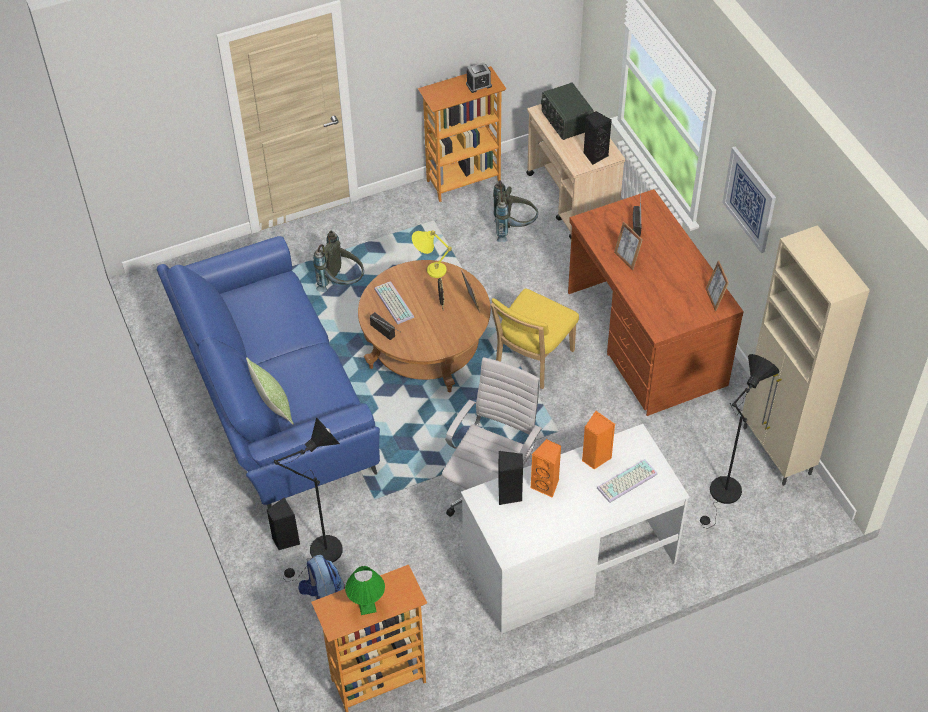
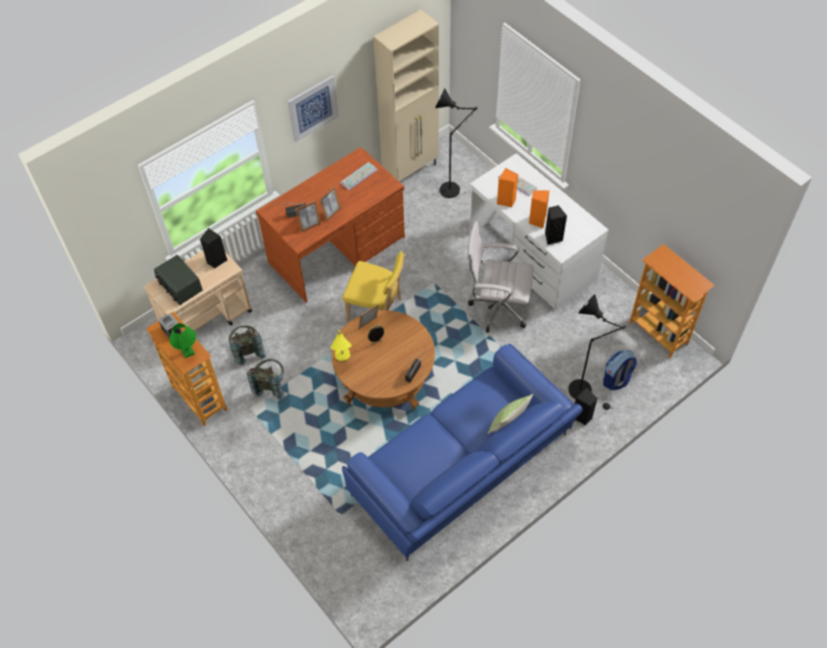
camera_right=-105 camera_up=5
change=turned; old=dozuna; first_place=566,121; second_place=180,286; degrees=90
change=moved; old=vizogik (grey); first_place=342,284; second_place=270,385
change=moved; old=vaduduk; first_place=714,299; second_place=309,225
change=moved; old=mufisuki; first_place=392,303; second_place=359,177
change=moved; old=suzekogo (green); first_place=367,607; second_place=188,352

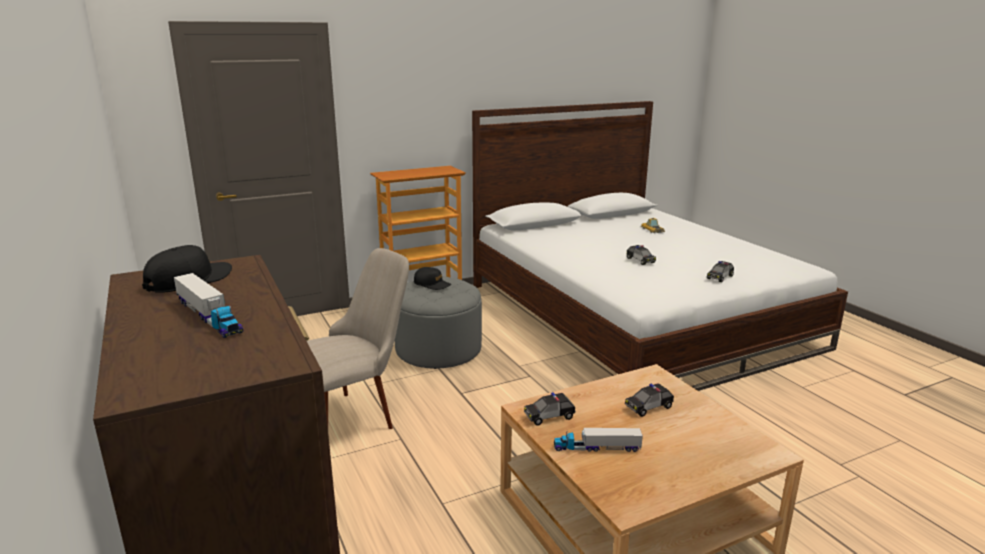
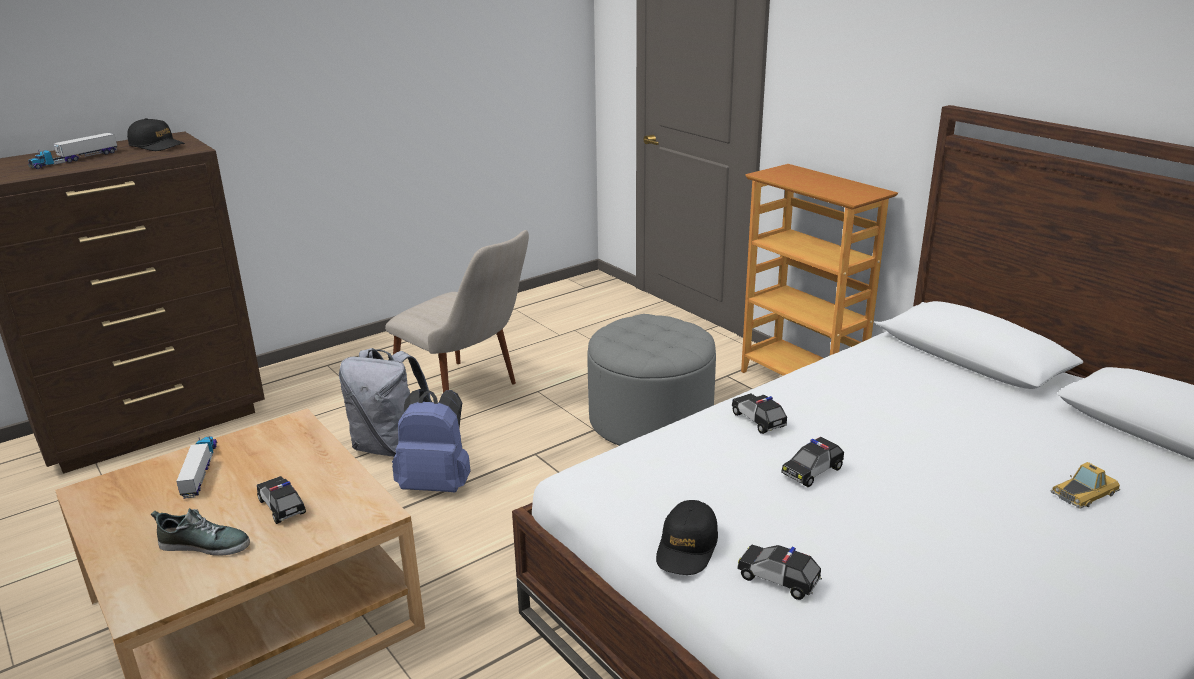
camera_right=80 camera_up=5
change=moved; old=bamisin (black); first_place=432,284; second_place=687,547
change=moved; old=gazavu; first_place=549,416; second_place=758,420
change=added; new=vizogik (grey); second_place=390,447
change=added; new=vizogik (blue); second_place=437,484
change=added; new=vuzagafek; second_place=205,544

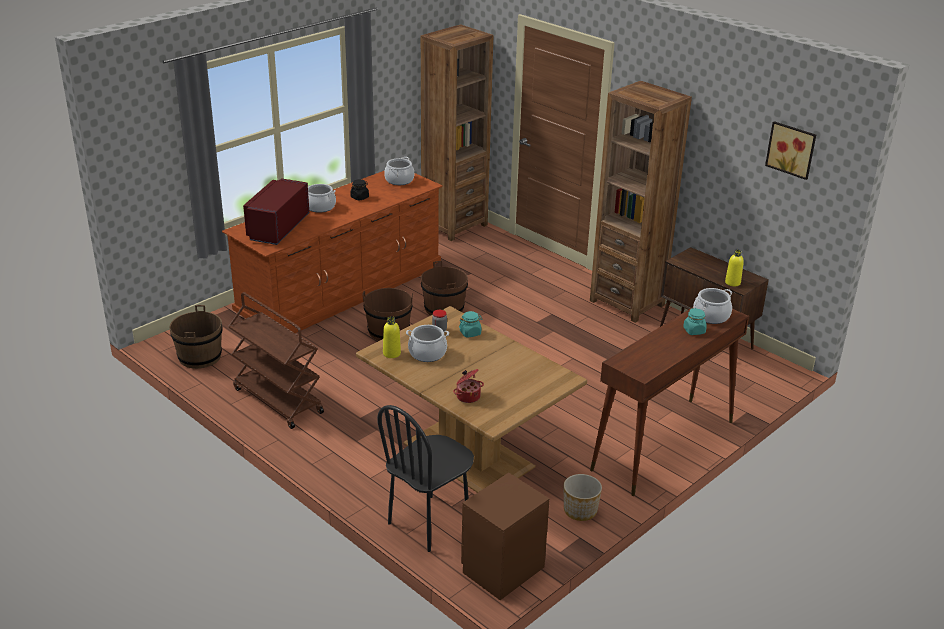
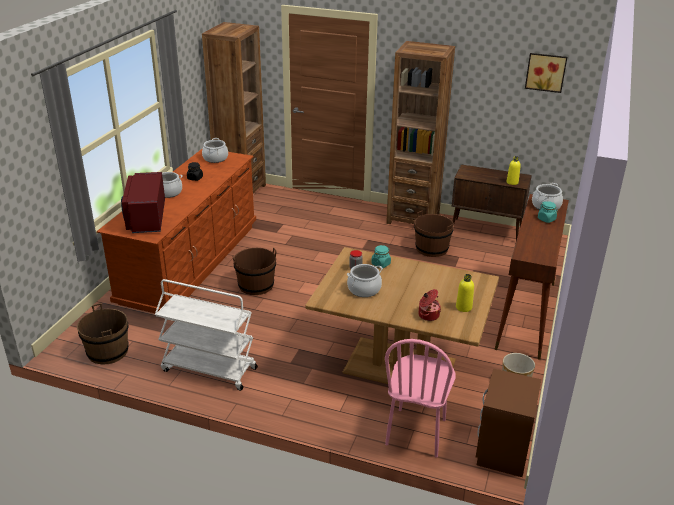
camera_right=-25 camera_up=0
change=moved; old=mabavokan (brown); first_place=444,308; second_place=431,248
change=recoloured; old=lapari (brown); new=lapari (white); first_place=277,400; second_place=208,369
change=moved; old=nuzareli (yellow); first_place=391,353; second_place=463,307
change=recoloured; old=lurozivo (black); new=lurozivo (pink); first_place=429,522; second_place=416,432

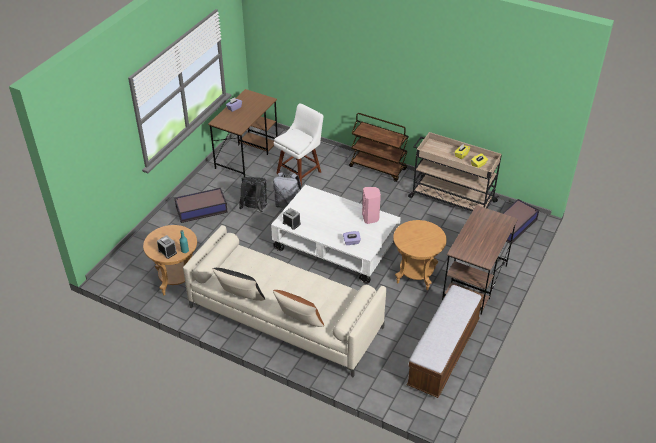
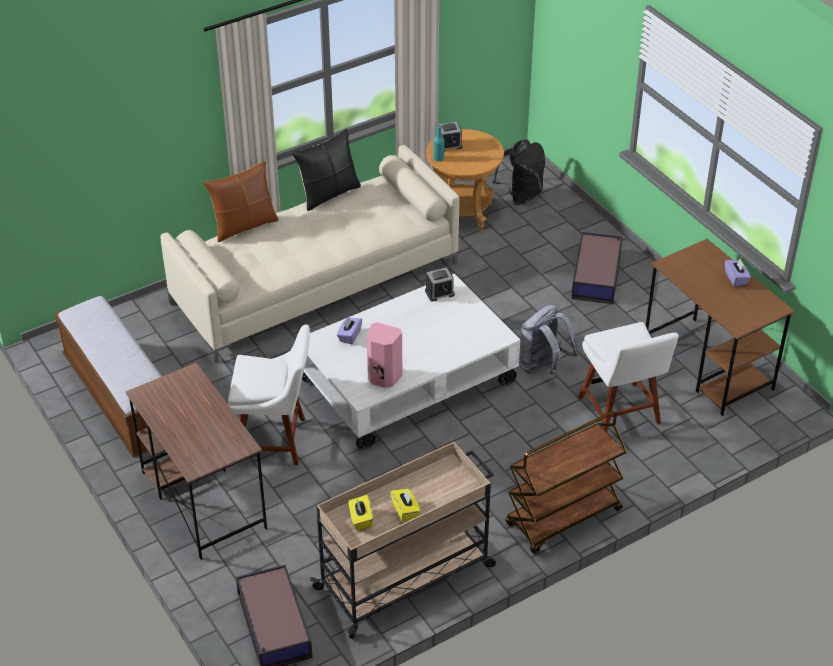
camera_right=120 camera_up=0
change=moved; old=vizogik (black); first_place=254,208; second_place=521,195
change=replaced; old=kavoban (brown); new=lurozivo (white); first_place=416,275; second_place=275,440

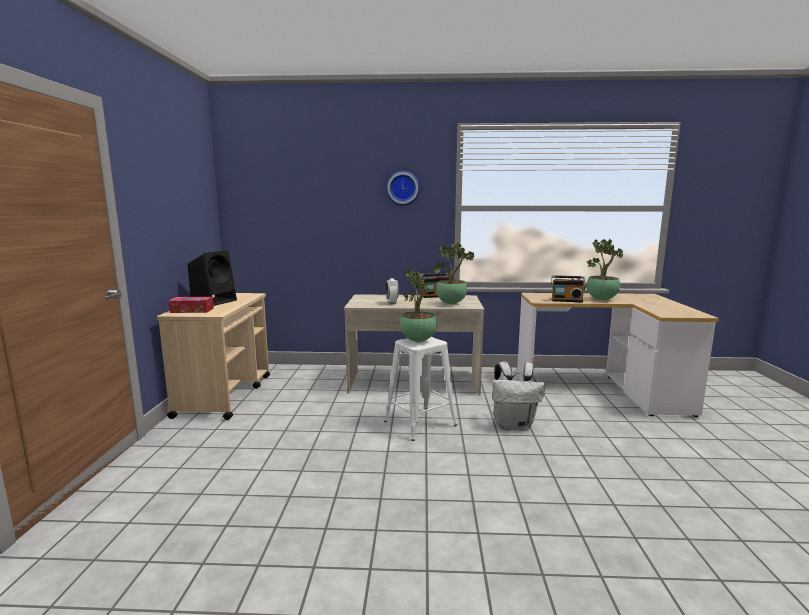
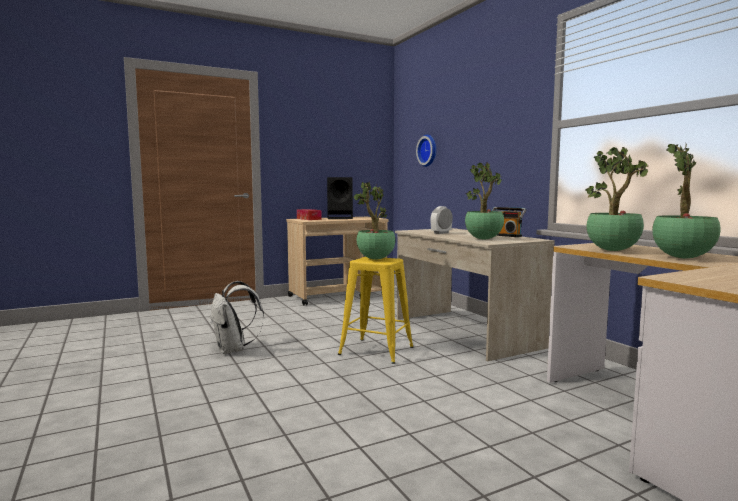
camera_right=60 camera_up=-5
change=moved; old=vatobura; first_place=403,188; second_place=428,150
change=replaced; old=dozuna; new=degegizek; first_place=566,300; second_place=614,251
change=recoloured; old=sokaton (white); new=sokaton (yellow); first_place=420,423; second_place=376,351
change=moved; old=vizogik (white); first_place=514,425; second_place=233,350

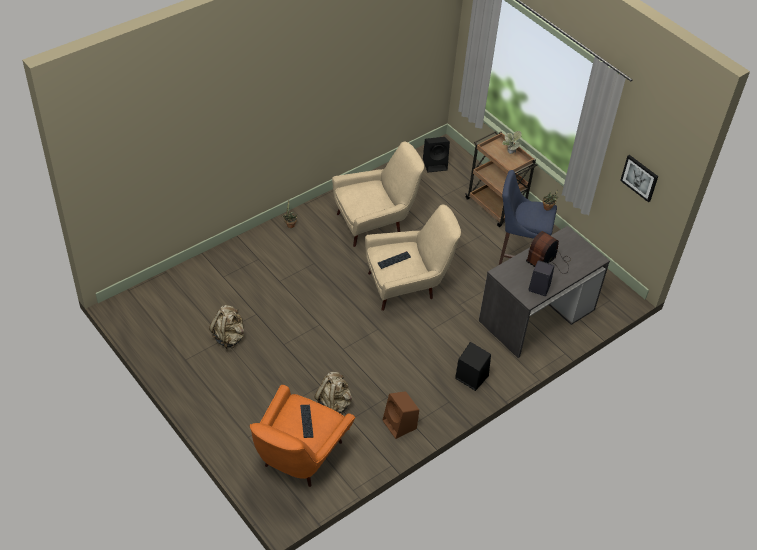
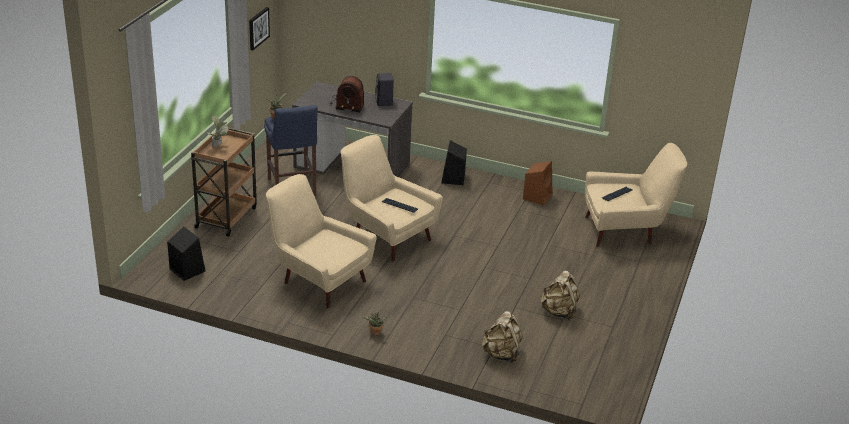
camera_right=-120 camera_up=-15
change=moved; old=vizogik (beige); first_place=334,404; second_place=501,354
change=recoloured; old=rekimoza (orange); new=rekimoza (beige); first_place=298,459; second_place=625,231

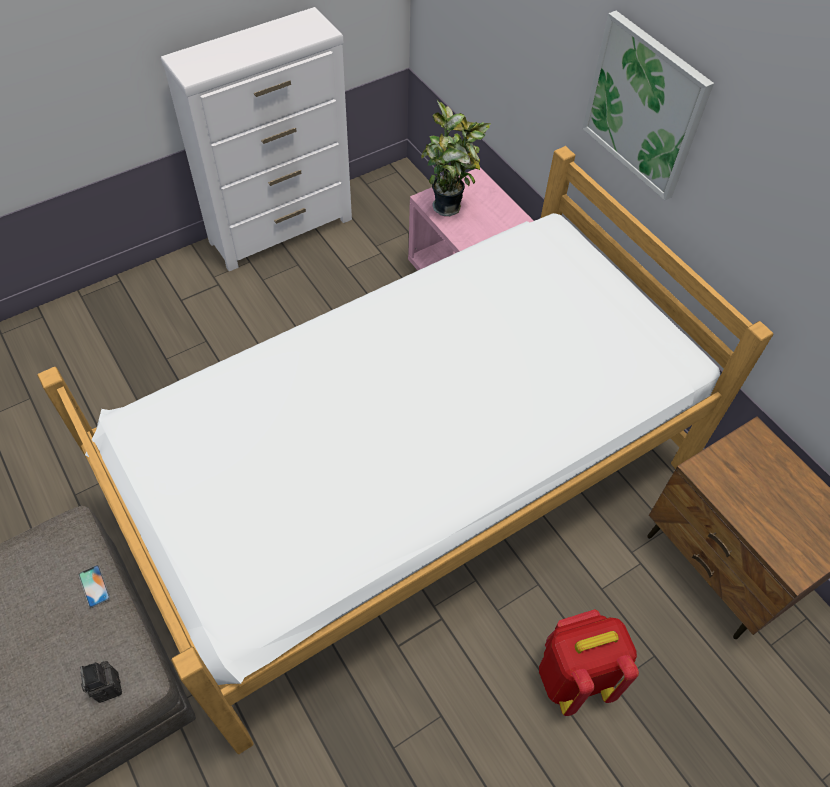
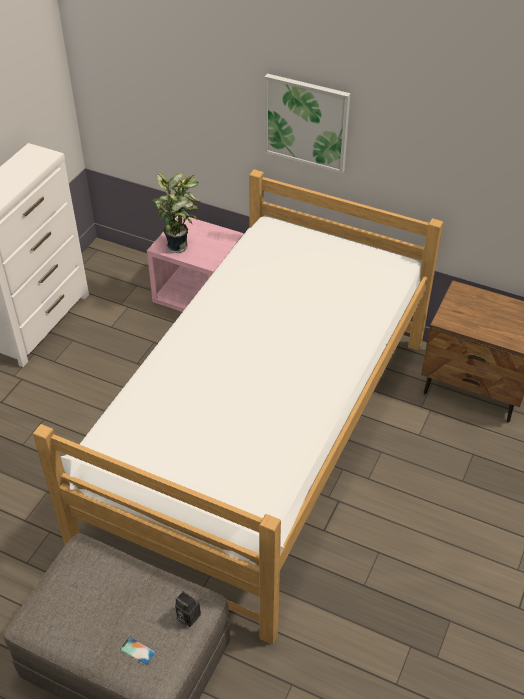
camera_right=-30 camera_up=-10
change=moved; old=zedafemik; first_place=94,586; second_place=138,651
change=removed; old=vizogik (red); first_place=574,676

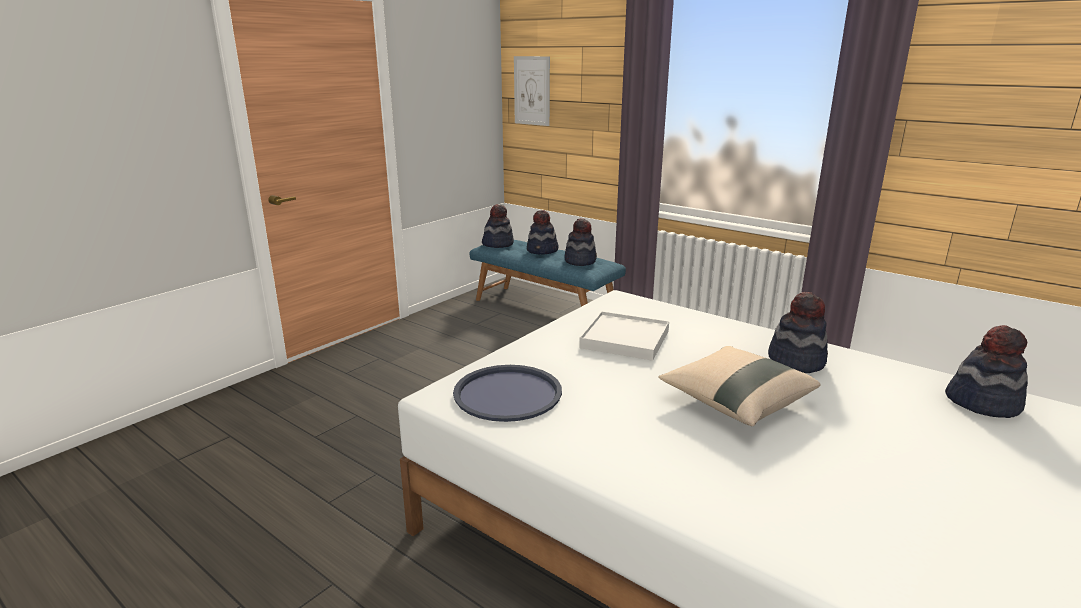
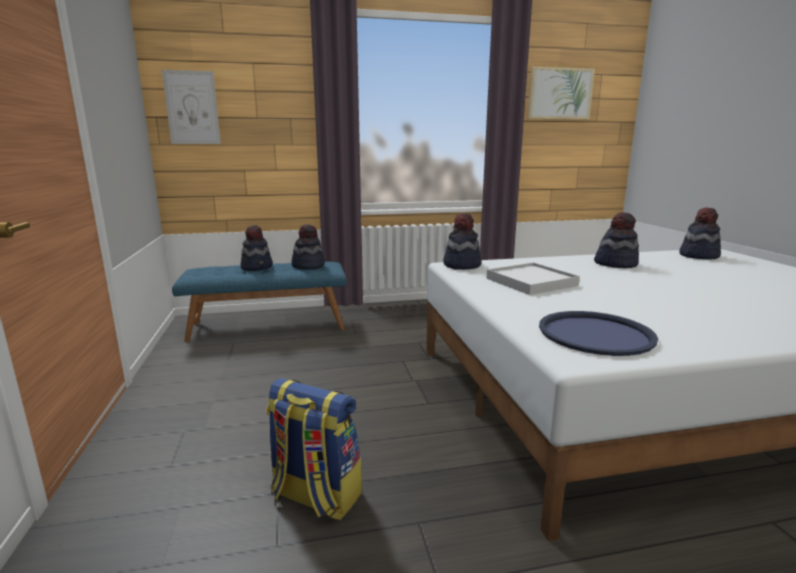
camera_right=-50 camera_up=-5
change=moved; old=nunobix; first_place=498,244; second_place=461,265
change=removed; old=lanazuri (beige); first_place=735,402
change=added; new=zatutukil; second_place=559,94
change=added; new=vizogik; second_place=315,496

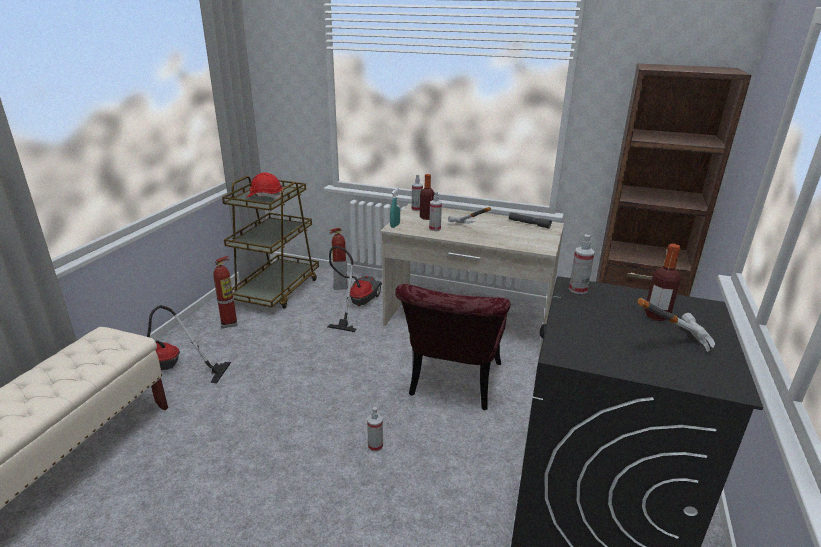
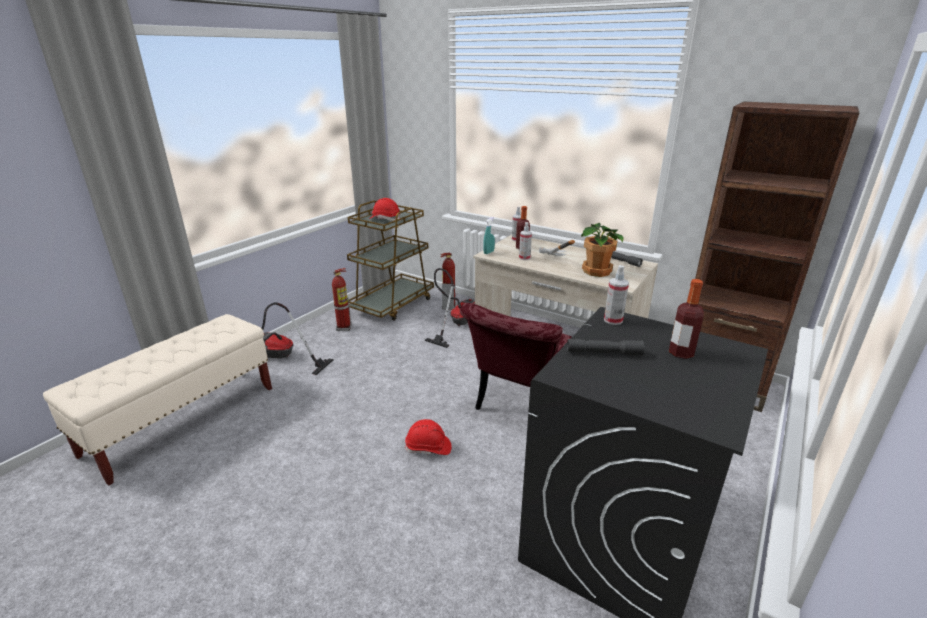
camera_right=15 camera_up=0
change=removed; old=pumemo; first_place=665,340
change=replaced; old=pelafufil; new=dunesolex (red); first_place=375,446; second_place=428,448
change=added; new=degegizek; second_place=598,271
change=added; new=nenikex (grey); second_place=604,353

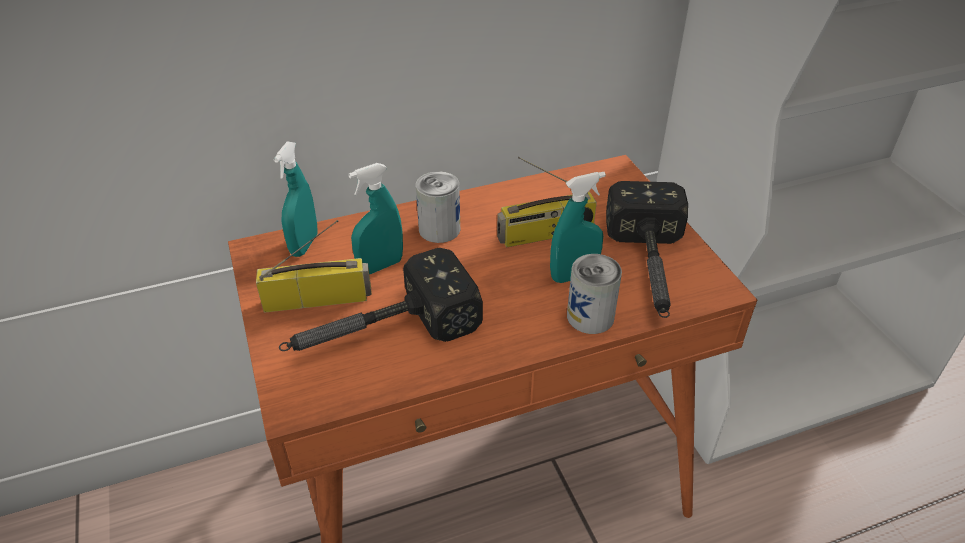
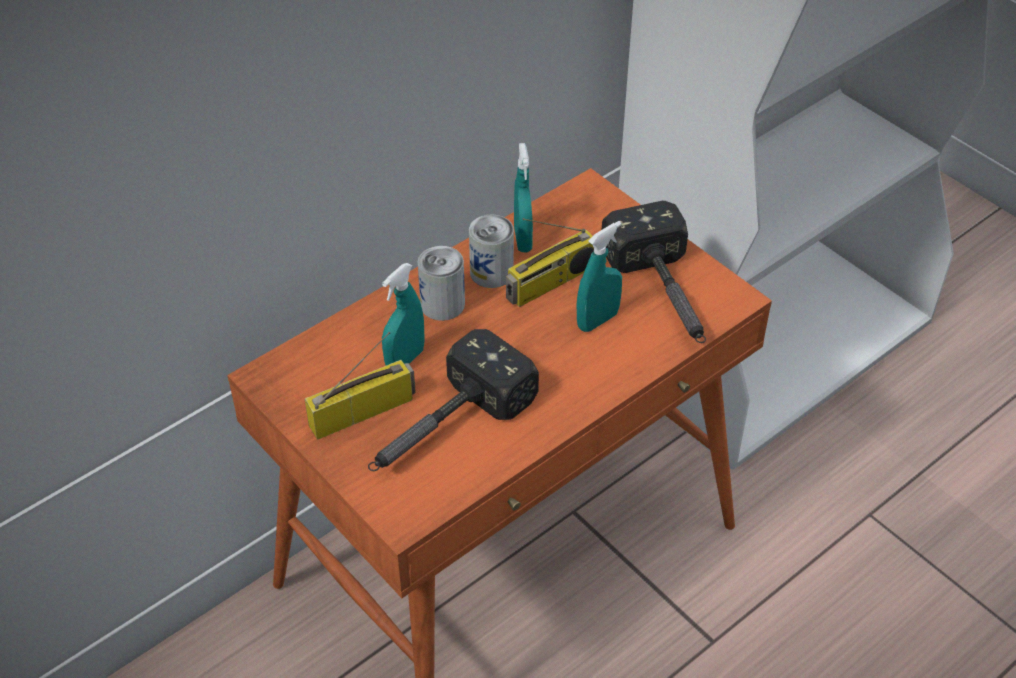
camera_right=-20 camera_up=5
change=moved; old=pelafufil (turquoise); first_place=304,245; second_place=522,239
change=moved; old=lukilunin; first_place=590,316; second_place=491,272

